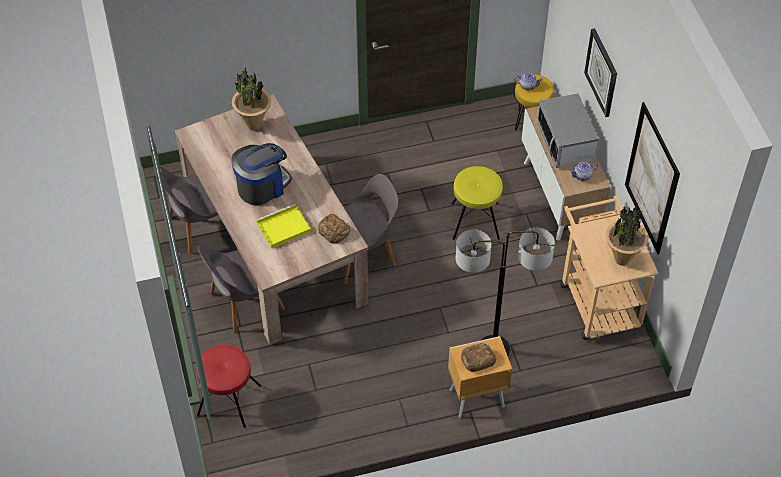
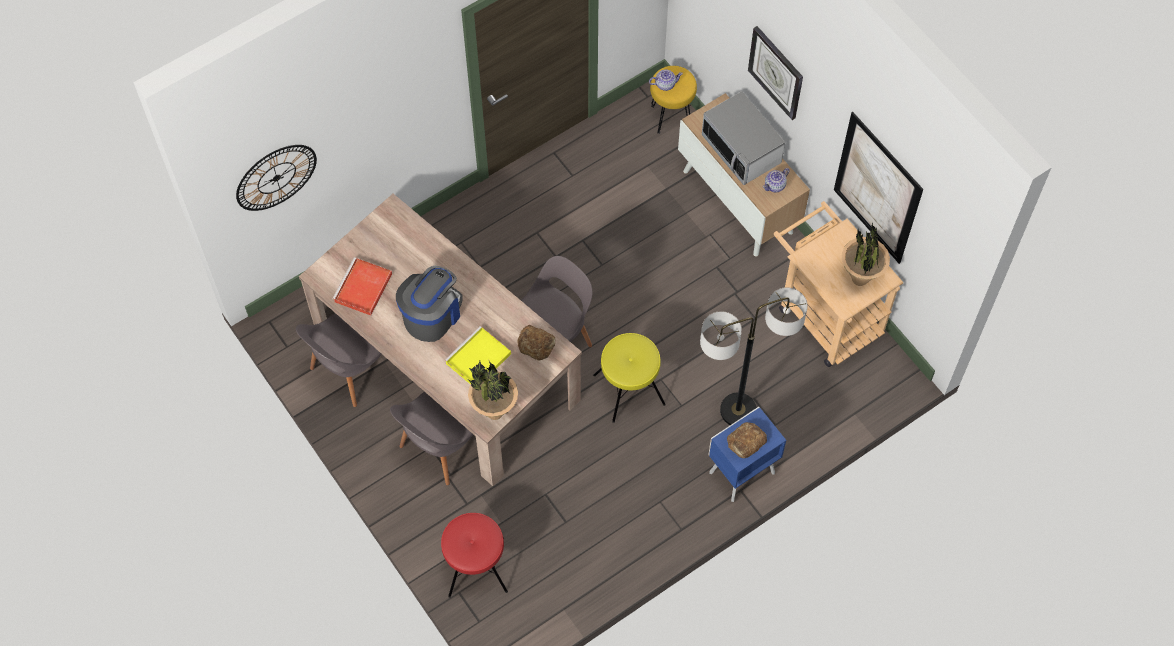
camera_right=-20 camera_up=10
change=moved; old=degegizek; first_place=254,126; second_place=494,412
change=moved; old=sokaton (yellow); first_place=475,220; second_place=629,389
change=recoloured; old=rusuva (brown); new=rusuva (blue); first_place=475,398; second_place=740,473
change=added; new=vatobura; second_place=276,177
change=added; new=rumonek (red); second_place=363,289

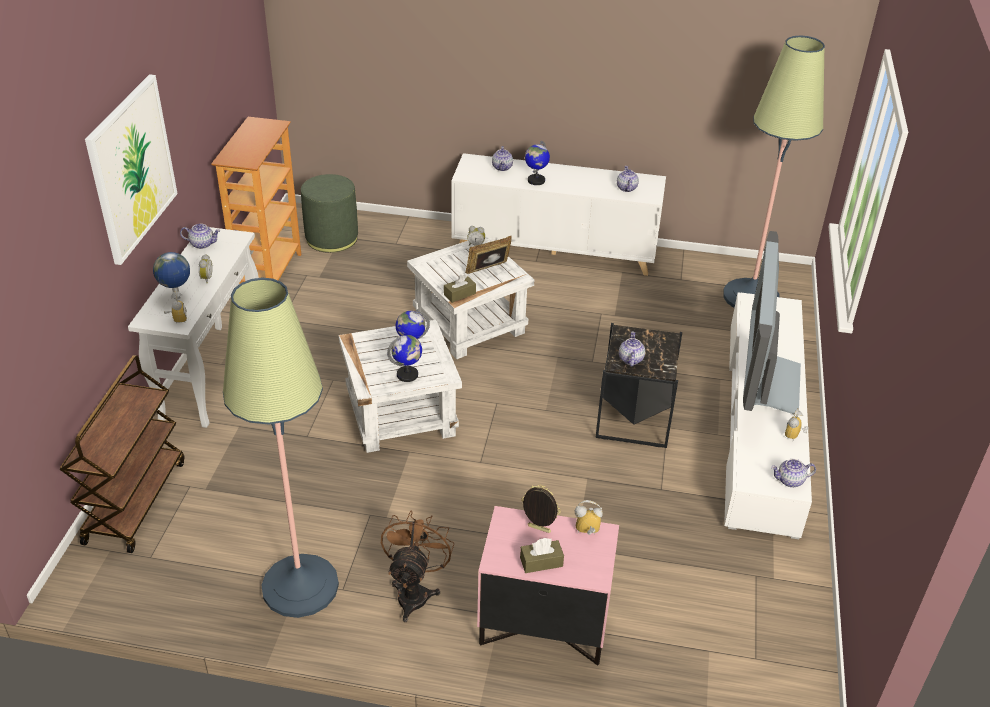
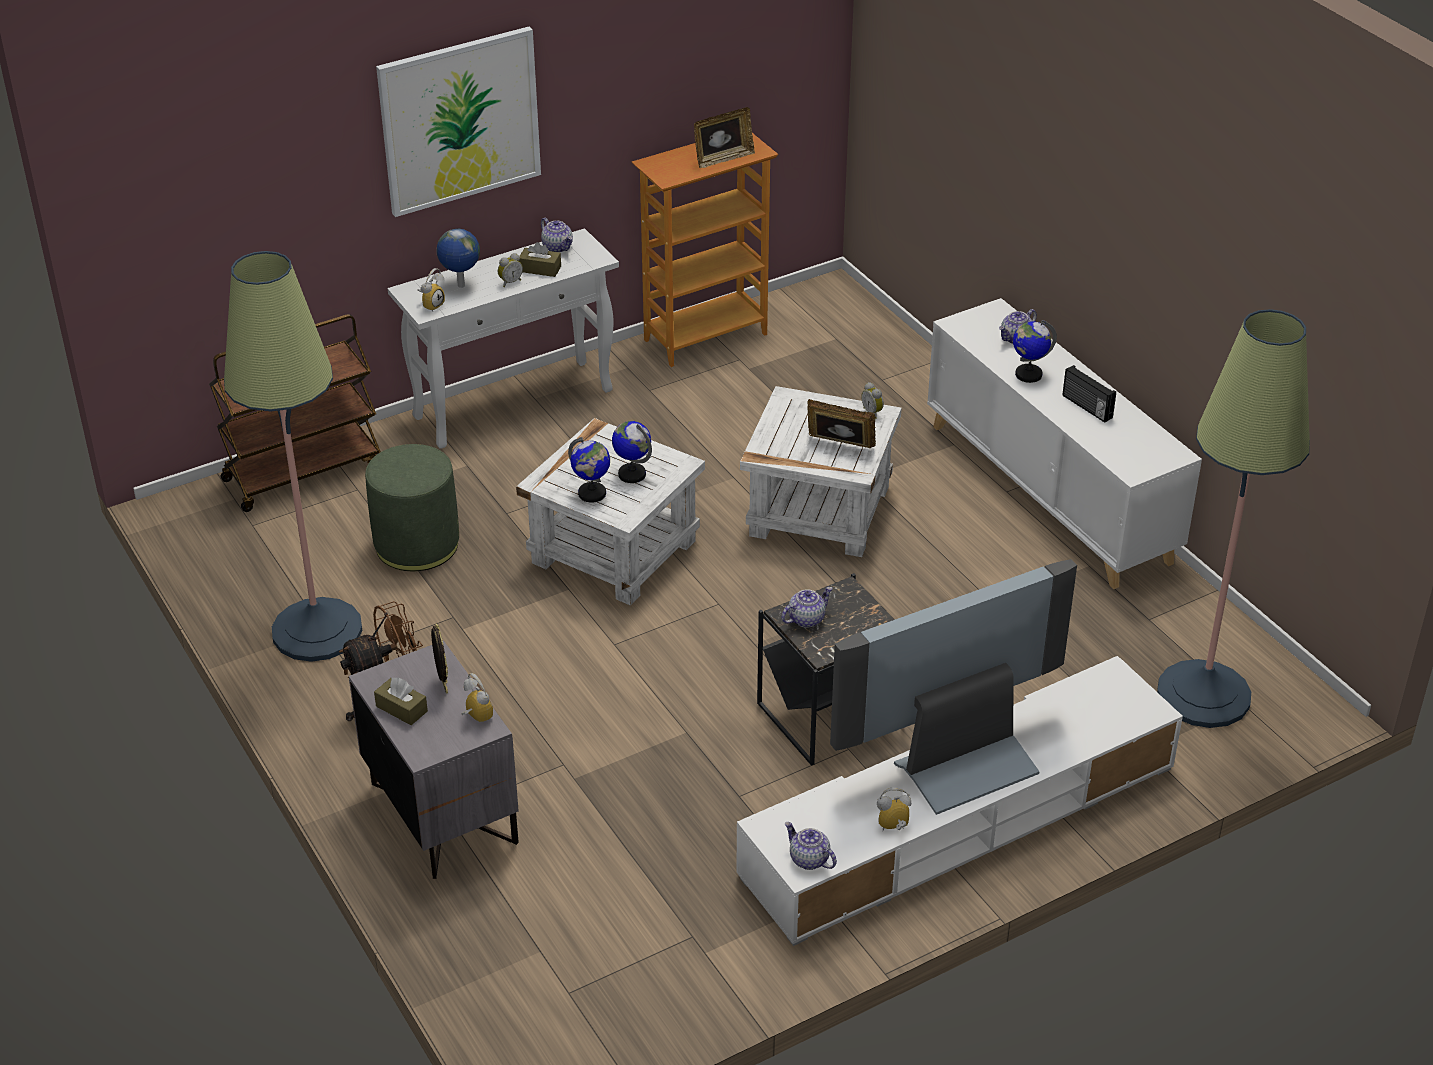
camera_right=50 camera_up=0
change=removed; old=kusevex; first_place=626,188
change=moved; old=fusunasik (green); first_place=332,238; second_place=417,544
change=moved; old=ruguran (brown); first_place=459,294; second_place=540,269
change=recoloured; old=rusuva (pink); new=rusuva (grey); first_place=543,626; second_place=441,813
change=added; new=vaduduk; second_place=723,158
change=added; new=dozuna; second_place=1086,407

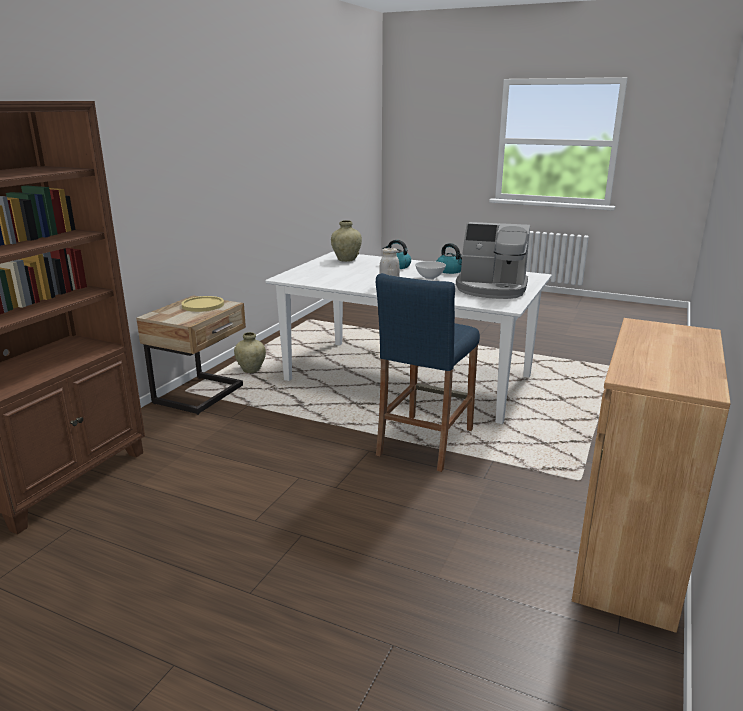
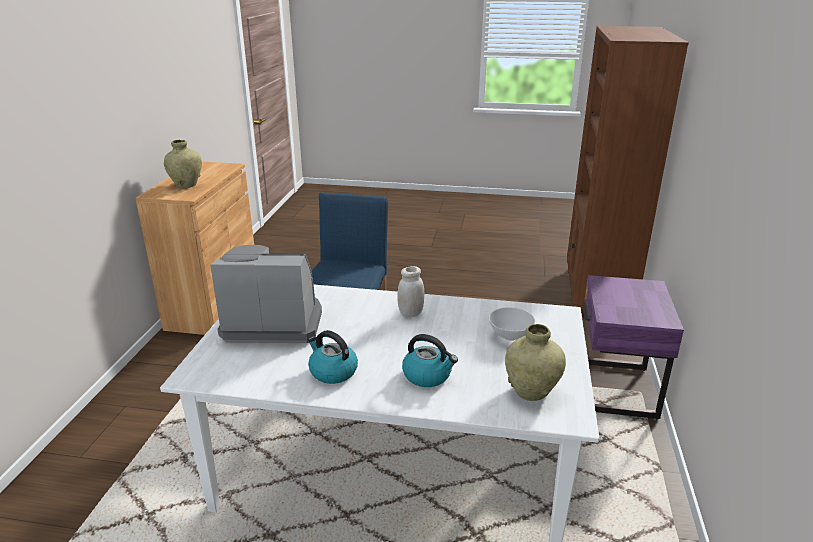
camera_right=165 camera_up=5
change=moved; old=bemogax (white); first_place=429,278; second_place=510,336
change=recoloured; old=rusuva (beige); new=rusuva (purple); first_place=201,395; second_place=615,390
change=removed; old=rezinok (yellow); first_place=203,305
change=moved; old=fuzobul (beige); first_place=251,370; second_place=186,185

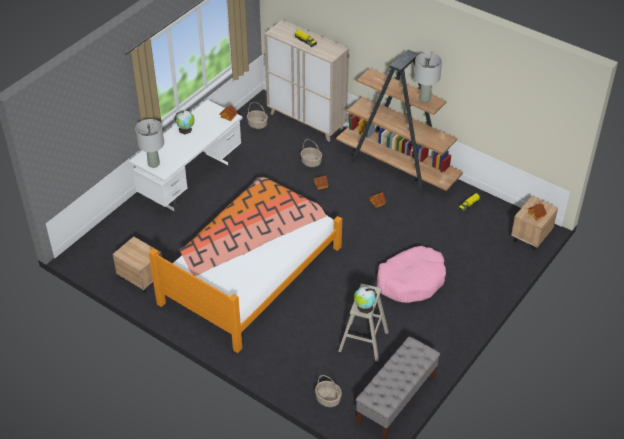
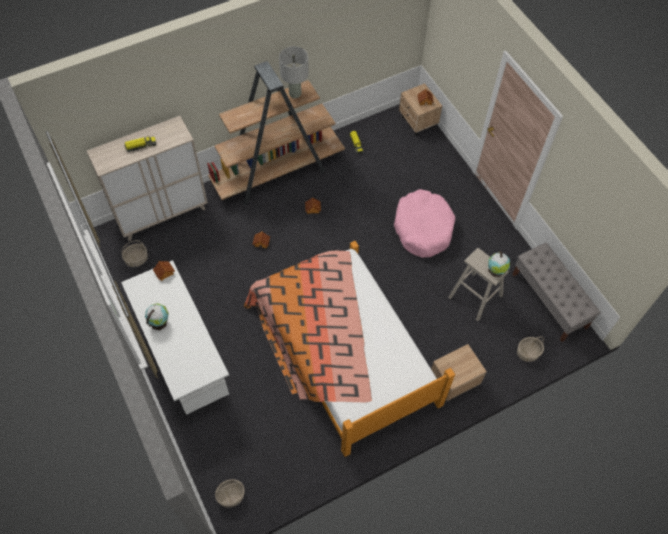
camera_right=-65 camera_up=15
change=removed; old=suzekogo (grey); first_place=153,164
change=moved; old=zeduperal; first_place=311,162; second_place=231,496
change=moved; old=rusuva (beige); first_place=141,278; second_place=453,382

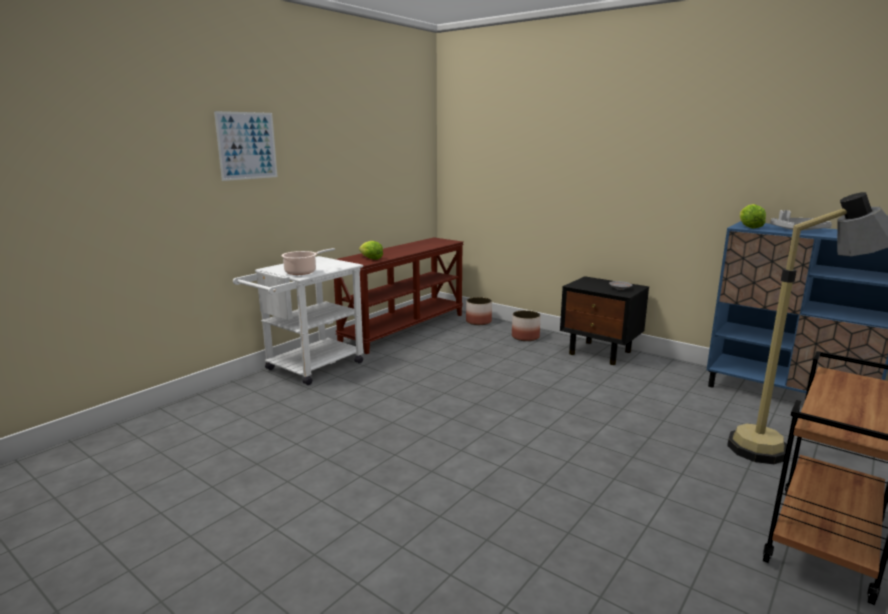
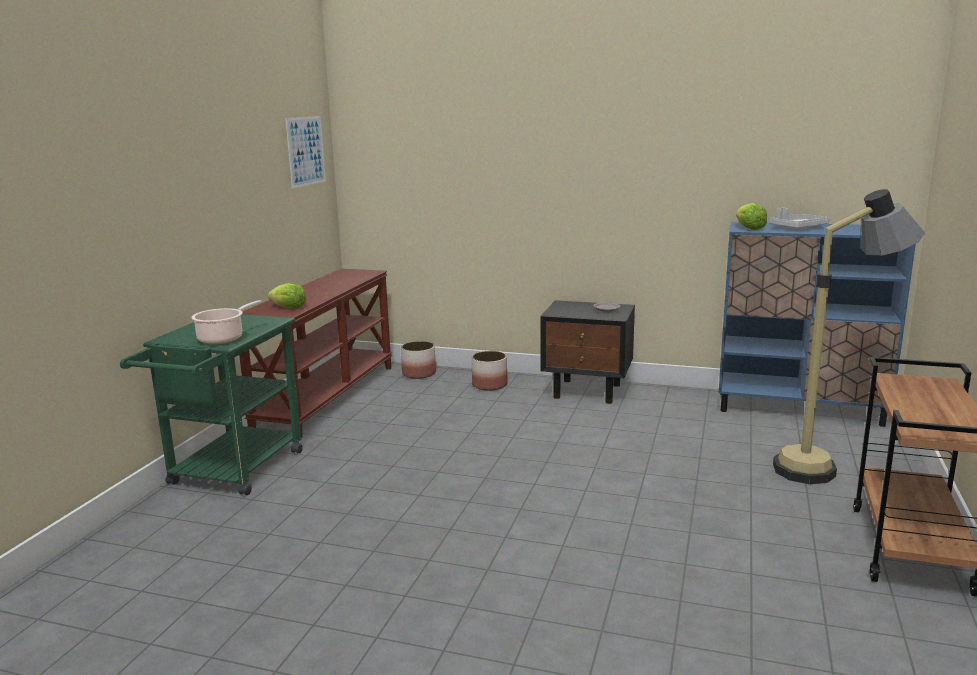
camera_right=-20 camera_up=0
change=moved; old=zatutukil; first_place=247,146; second_place=306,151
change=recoloured; old=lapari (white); new=lapari (green); first_place=308,368; second_place=230,472

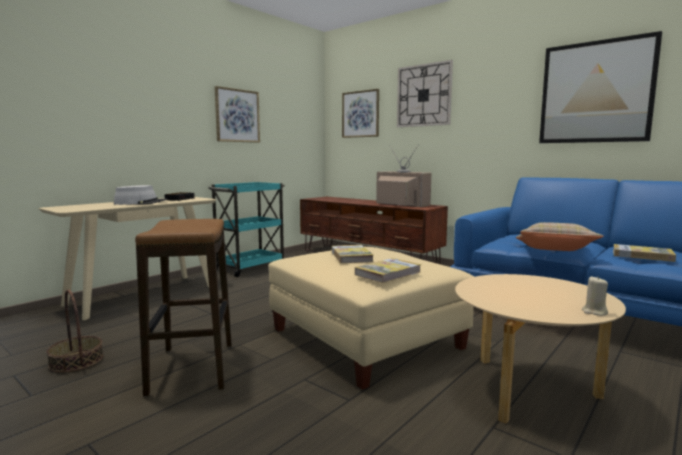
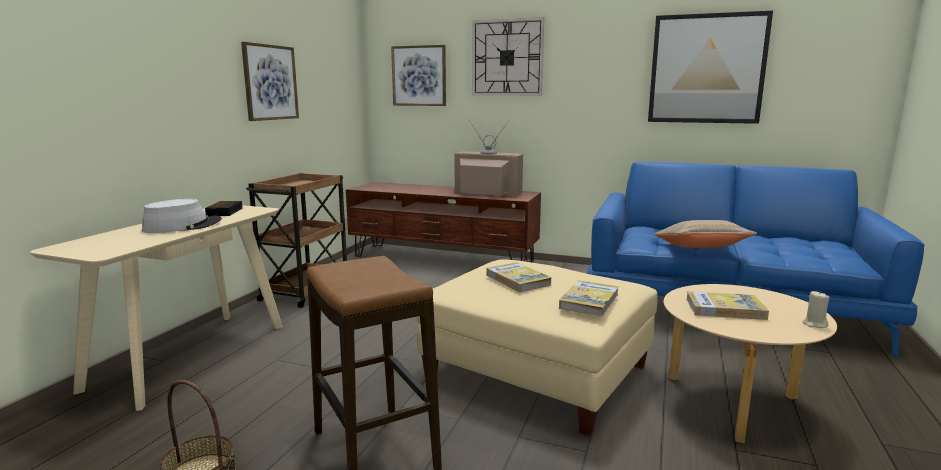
camera_right=-20 camera_up=5
change=recoloured; old=lapari (turquoise); new=lapari (brown); first_place=250,267; second_place=306,290
change=moved; old=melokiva; first_place=642,255; second_place=725,309

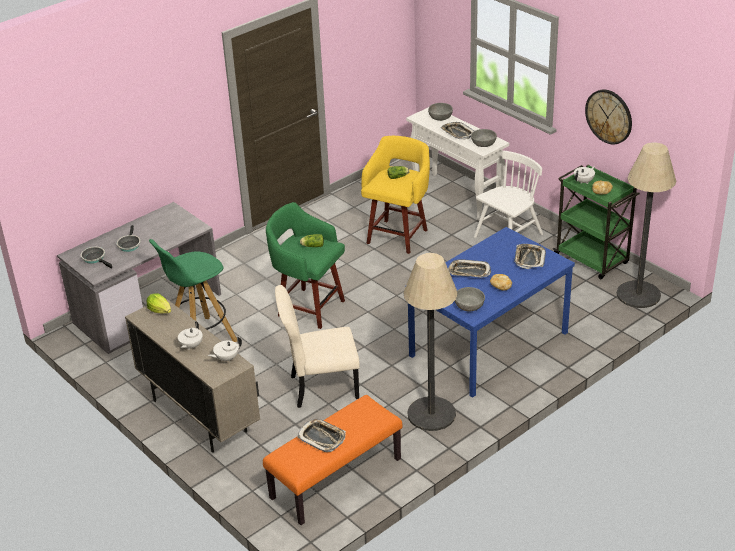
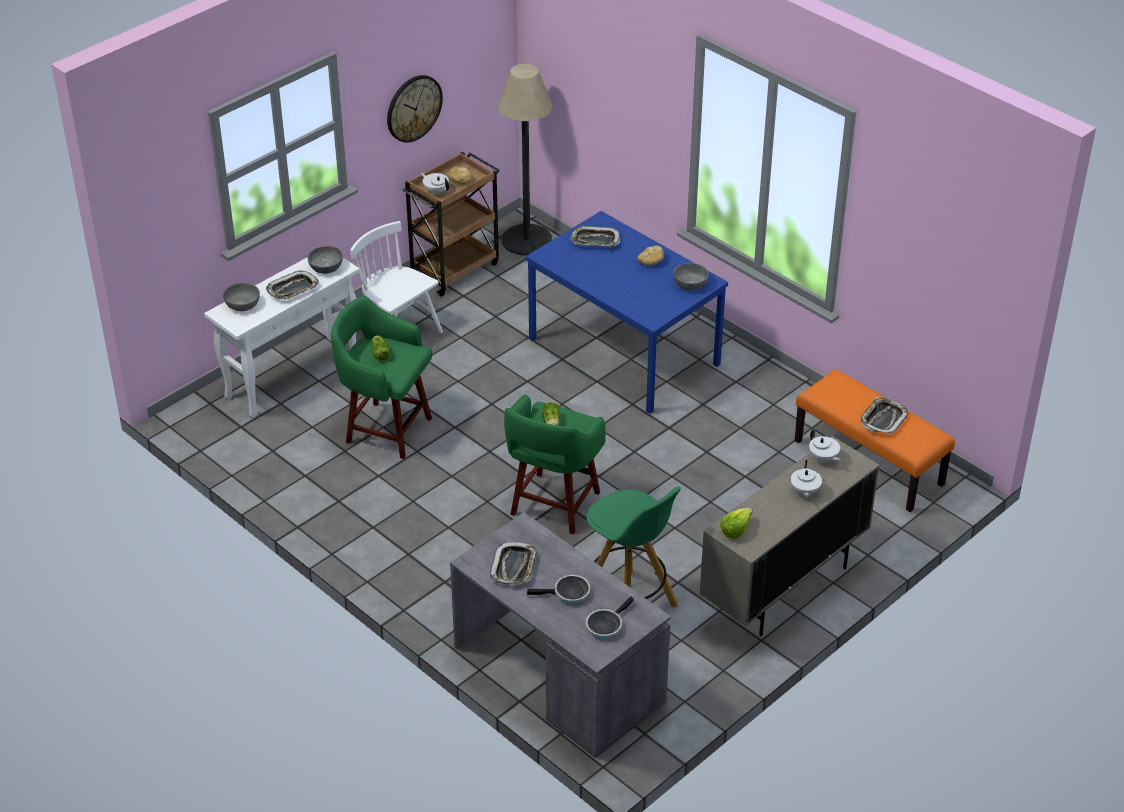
camera_right=-95 camera_up=5
change=recoloured; old=sokaton (yellow); new=sokaton (green); first_place=398,235; second_place=386,429
change=recoloured; old=lapari (green); new=lapari (brown); first_place=592,260; second_place=455,268
change=removed; old=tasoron; first_place=431,414
change=moved; old=rumonek; first_place=469,272; second_place=514,567
change=removed; old=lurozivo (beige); first_place=321,387
change=turned; old=kusevex (white); first_place=191,346; second_place=804,492; degrees=75

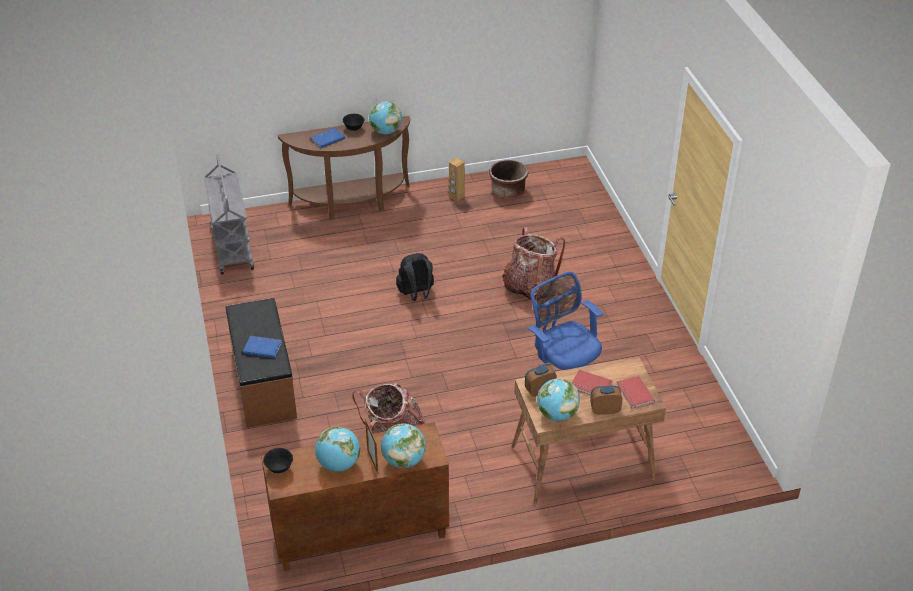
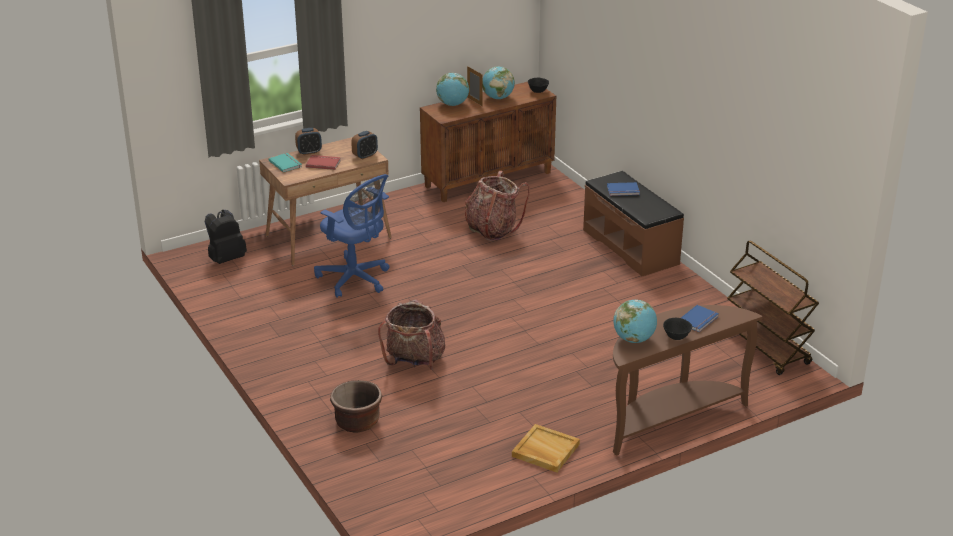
camera_right=165 camera_up=-10
change=recoloured; old=lapari (grey); new=lapari (brown); first_place=231,247; second_place=766,348
change=replaced; old=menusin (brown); new=rumonek (beige); first_place=456,196; second_place=545,450
change=moved; old=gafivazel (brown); first_place=508,191; second_place=357,422
change=moved; old=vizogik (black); first_place=416,294; second_place=226,258
change=recoloured; old=melokiva (red); new=melokiva (turquoise); first_place=634,393; second_place=286,163
change=removed; old=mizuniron; first_place=556,414

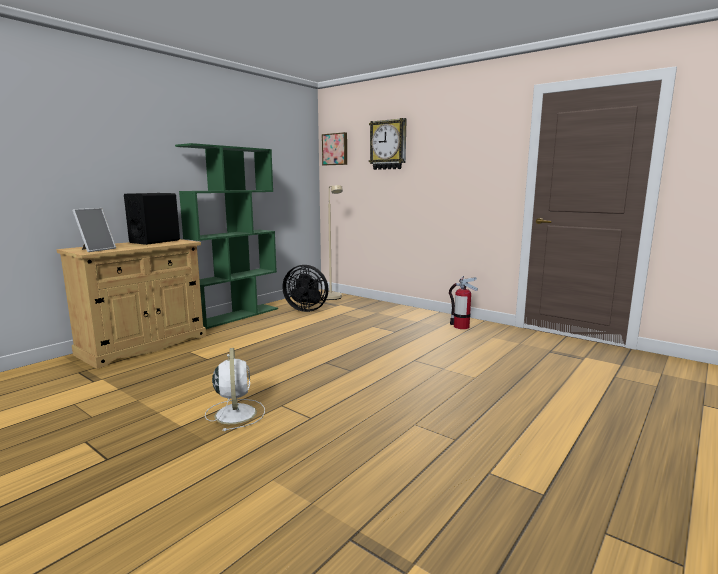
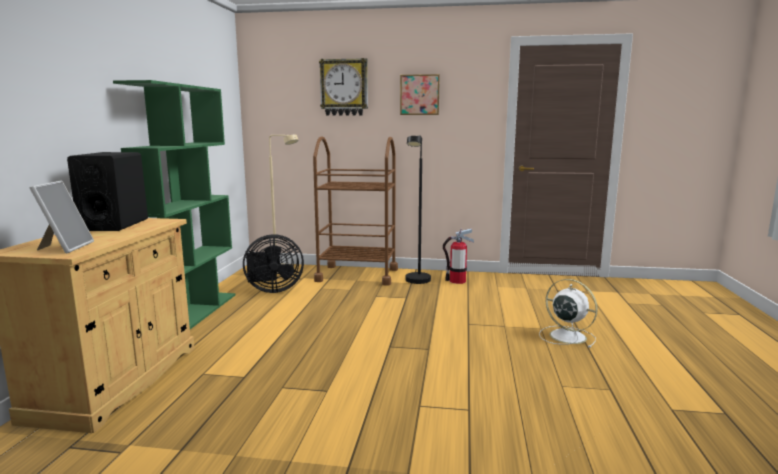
camera_right=-30 camera_up=0
change=moved; old=zatutukil; first_place=335,149; second_place=419,95
change=moved; old=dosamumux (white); first_place=235,413; second_place=566,336
change=added; new=lapari (brown); second_place=357,275
change=added; new=tasoron (black); second_place=416,282

